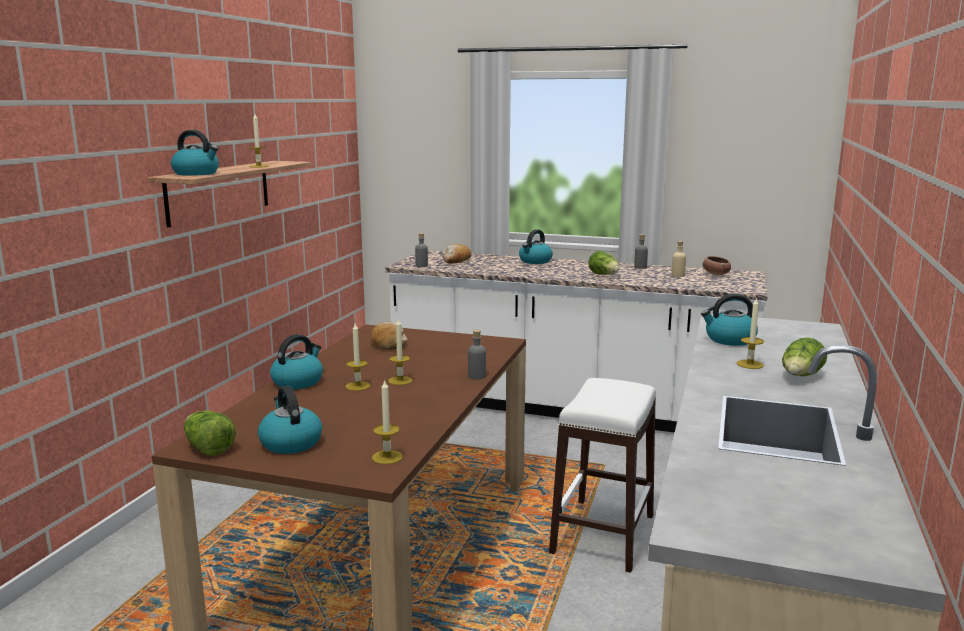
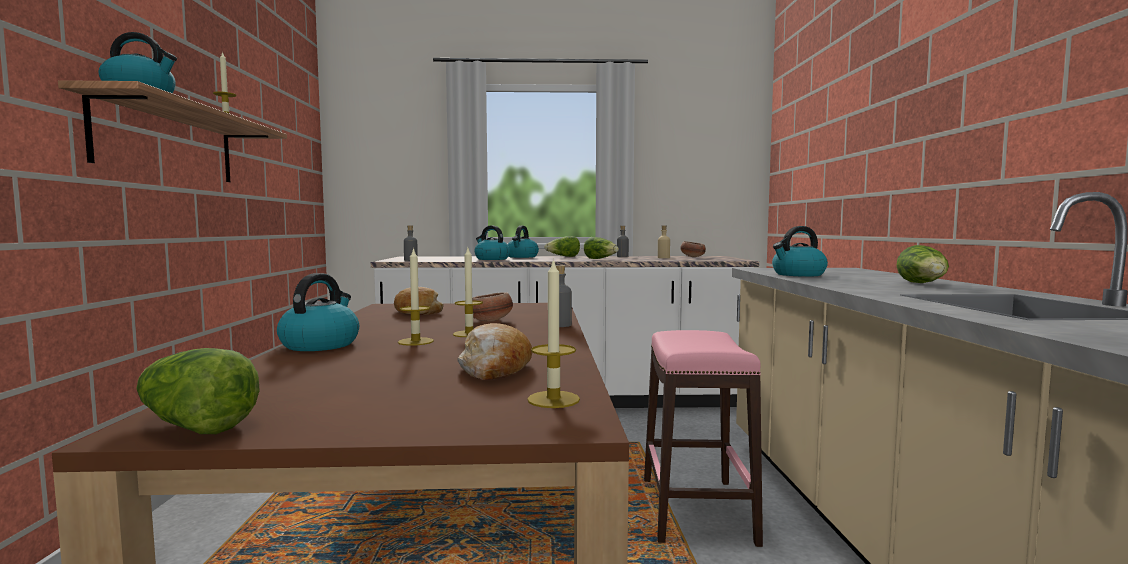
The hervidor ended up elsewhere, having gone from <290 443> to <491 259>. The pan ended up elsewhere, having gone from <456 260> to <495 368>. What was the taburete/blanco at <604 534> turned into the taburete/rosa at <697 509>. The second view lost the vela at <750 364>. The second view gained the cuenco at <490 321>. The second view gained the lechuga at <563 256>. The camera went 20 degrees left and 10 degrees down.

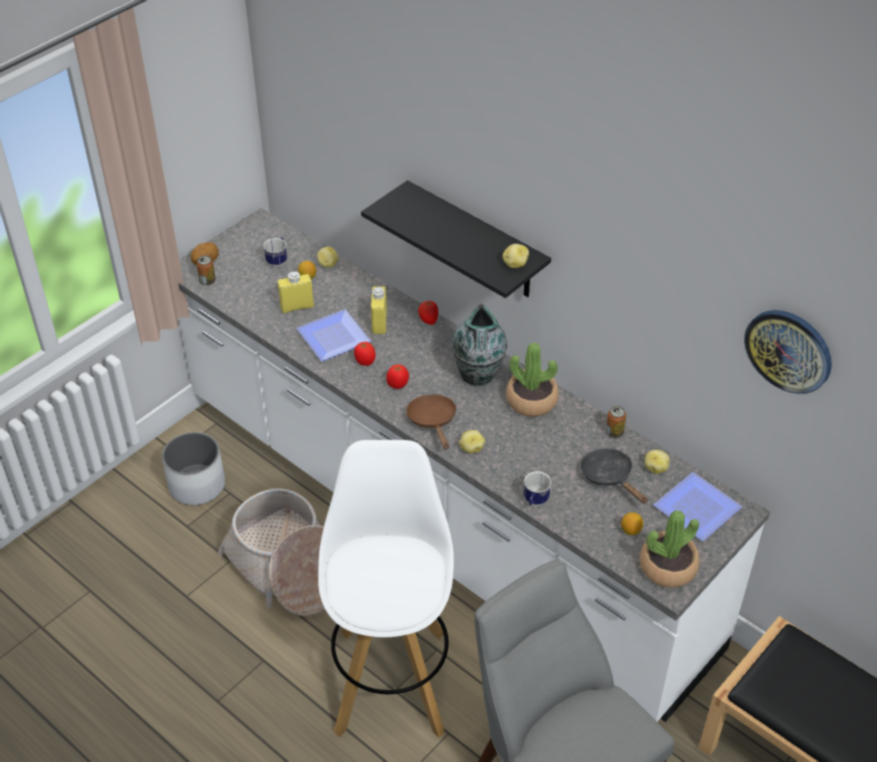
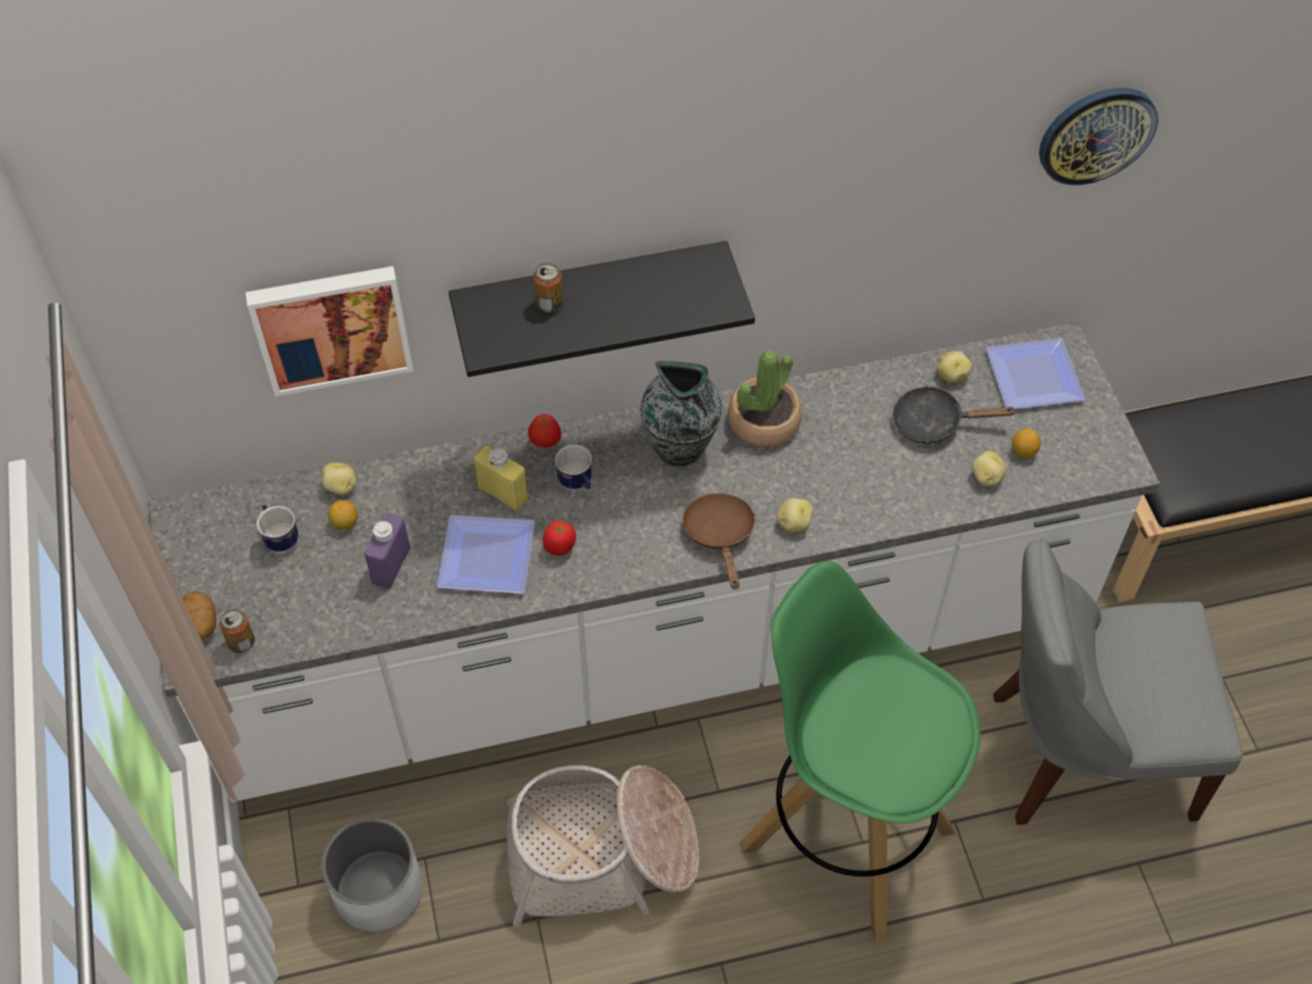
What was the botella/amarillo at <297 306> turned into the botella/morado at <391 565>. What was the taburete/blanco at <391 679> turned into the taburete/verde at <844 836>. The second view lost the tomate at <398 385>. The sartén/marrón at <433 421> ended up facing another way, 60 degrees clockwise from before. The patata ended up elsewhere, having gone from <515 264> to <986 478>. The taza grande ended up elsewhere, having gone from <534 502> to <577 484>. The lata ended up elsewhere, having gone from <614 432> to <549 304>. The second view lost the planta en maceta at <667 567>. The second view gained the cuadro at <331 326>. The camera went 55 degrees left and 10 degrees up.

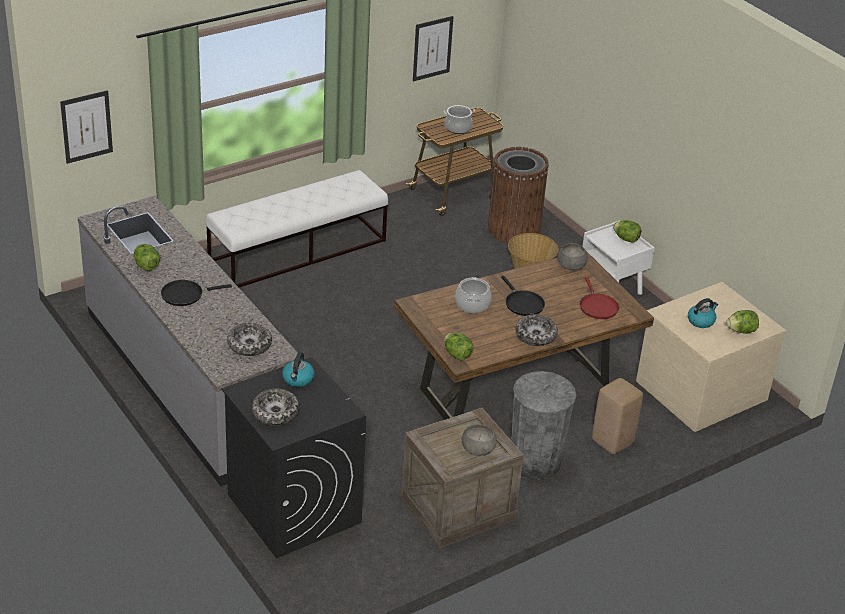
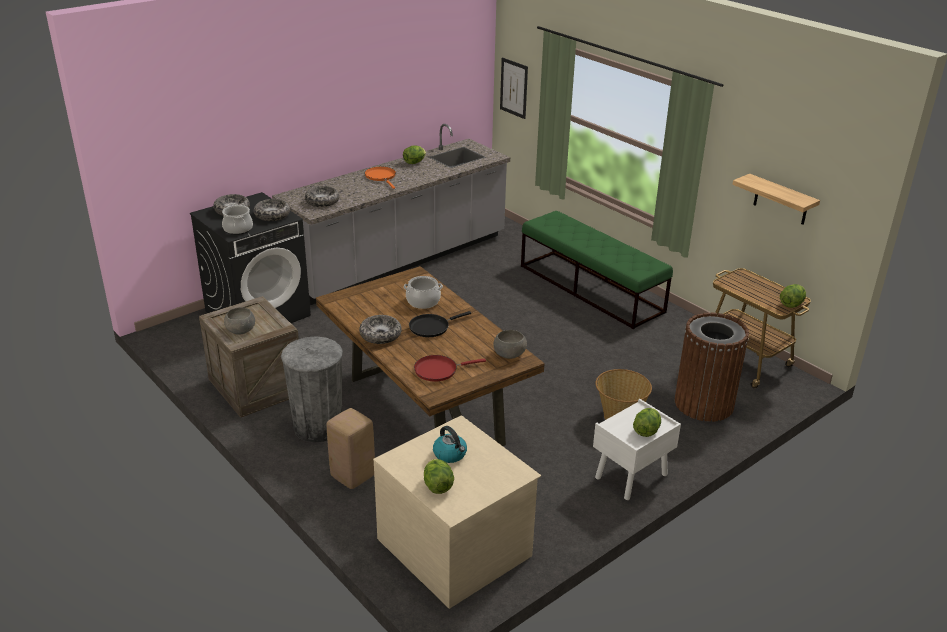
What was the sartén/negro at <185 295> turned into the sartén/naranja at <381 177>. What was the banco/blanco at <298 251> turned into the banco/verde at <591 289>. Where the hervidor stood at <298 379>, the cuenco came to stand at <272 215>. Where the cuadro hung at <432 48>, the estante came to hang at <781 200>. The olla ended up elsewhere, having gone from <458 128> to <238 229>. The lechuga ended up elsewhere, having gone from <457 355> to <791 304>. The camera went 85 degrees right and 5 degrees down.

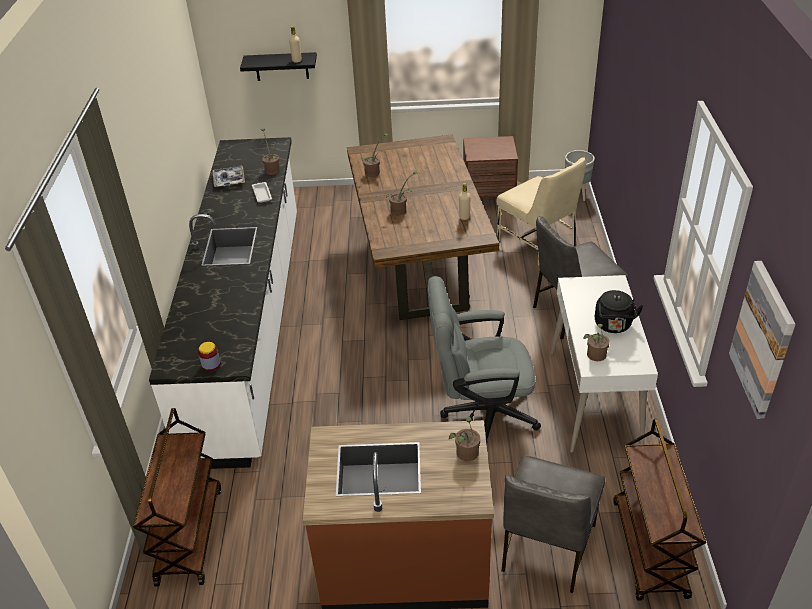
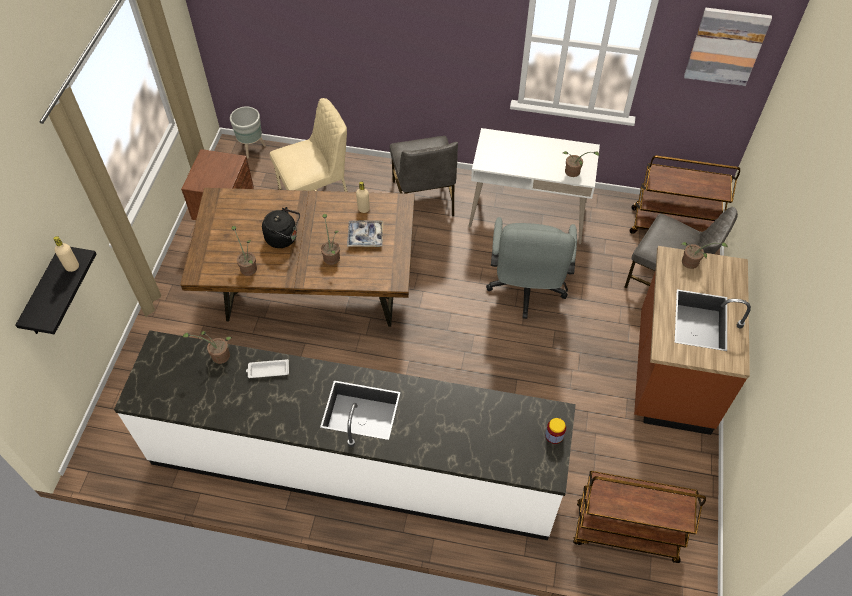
The bandeja ended up elsewhere, having gone from <229 180> to <365 236>. The hervidor/negro ended up elsewhere, having gone from <613 326> to <284 238>. The camera went 80 degrees left and 15 degrees up.

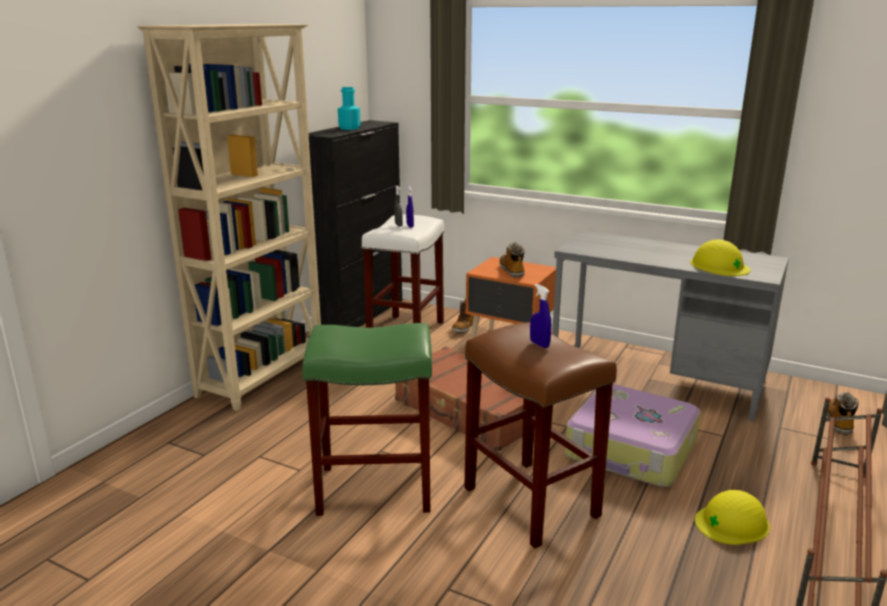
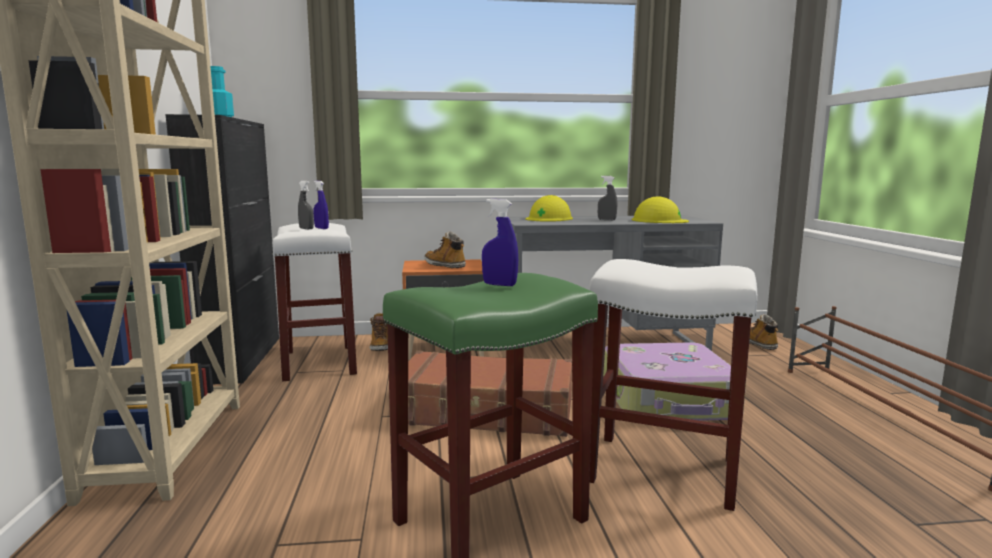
What was the taburete/marrón at <532 502> turned into the taburete/blanco at <665 470>. The pulverizador/azul ended up elsewhere, having gone from <539 344> to <499 284>. The casco/amarillo ended up elsewhere, having gone from <732 523> to <549 218>. The second view gained the pulverizador/gris at <606 220>. The camera went 35 degrees left and 10 degrees down.

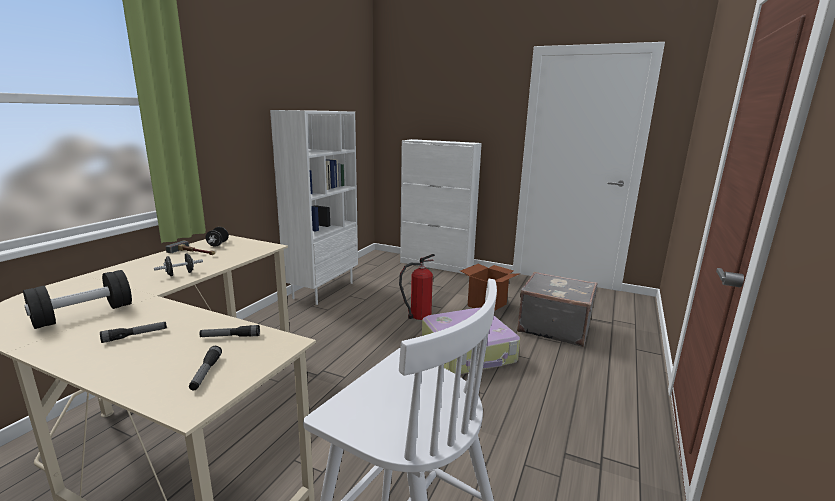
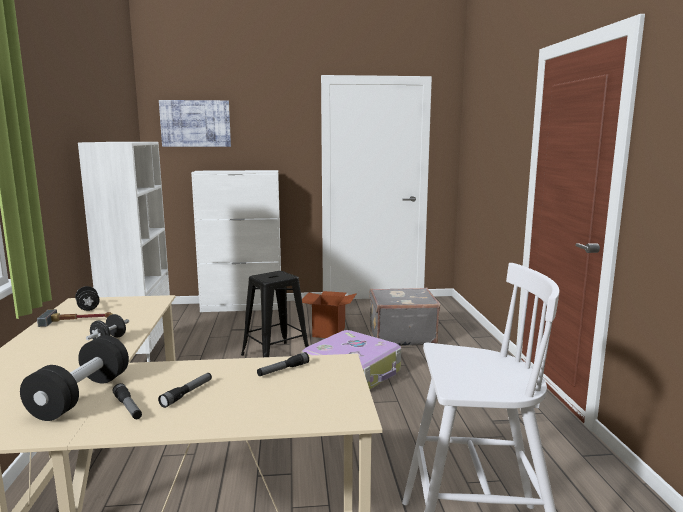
The linterna ended up elsewhere, having gone from <206 373> to <128 407>. Where the extintor stood at <419 316>, the taburete/negro came to stand at <275 356>. The second view gained the cuadro at <195 123>. The camera went 30 degrees left and 5 degrees down.

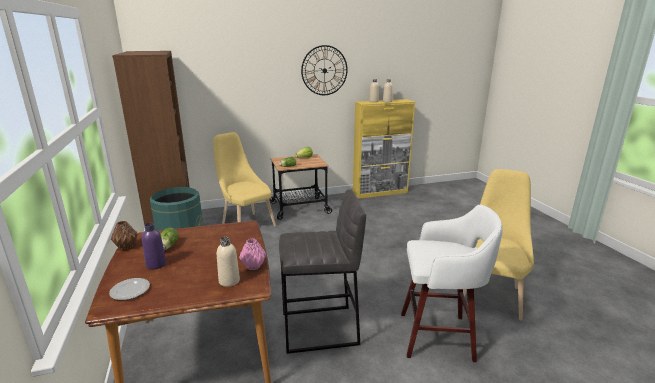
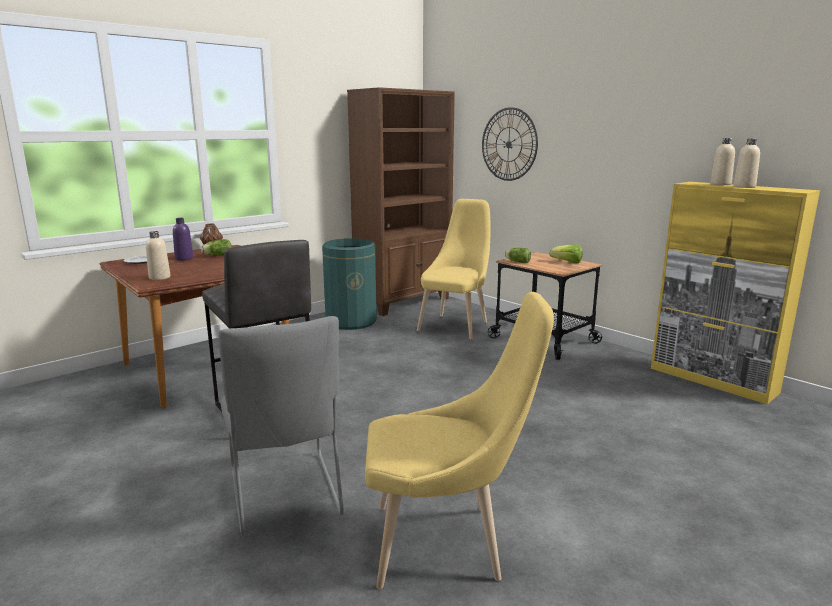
The second view lost the florero/rosa at <253 266>. The reloj de pared ended up elsewhere, having gone from <324 70> to <509 144>. Where the taburete/blanco stood at <439 336>, the silla/gris came to stand at <286 497>. The camera went 65 degrees right and 5 degrees down.

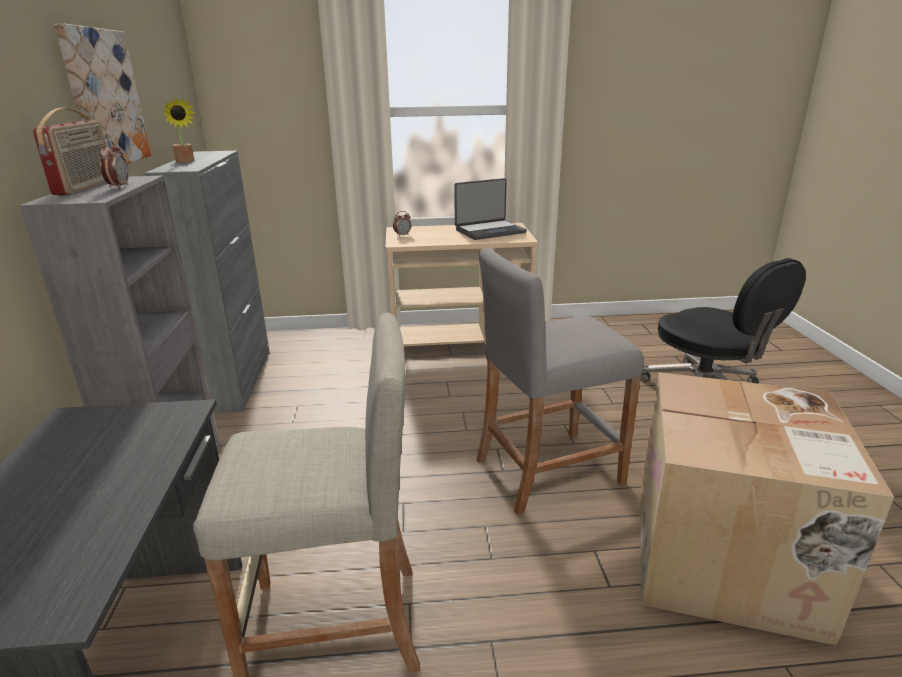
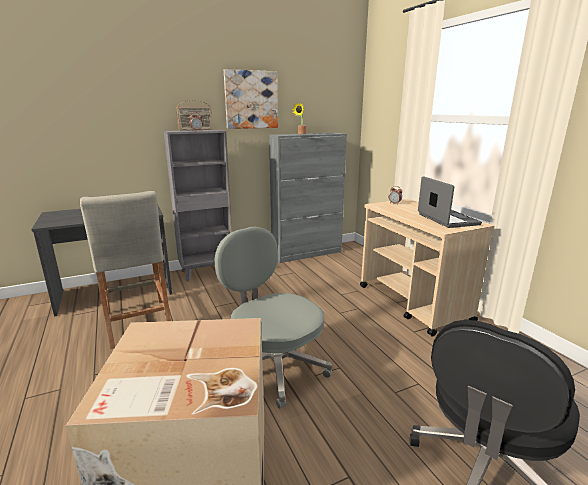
The portátil at <489 231> ended up facing another way, 150 degrees counterclockwise from before. Where the taburete/gris stood at <548 470>, the silla de oficina/gris came to stand at <274 367>. The camera went 70 degrees right and 5 degrees down.

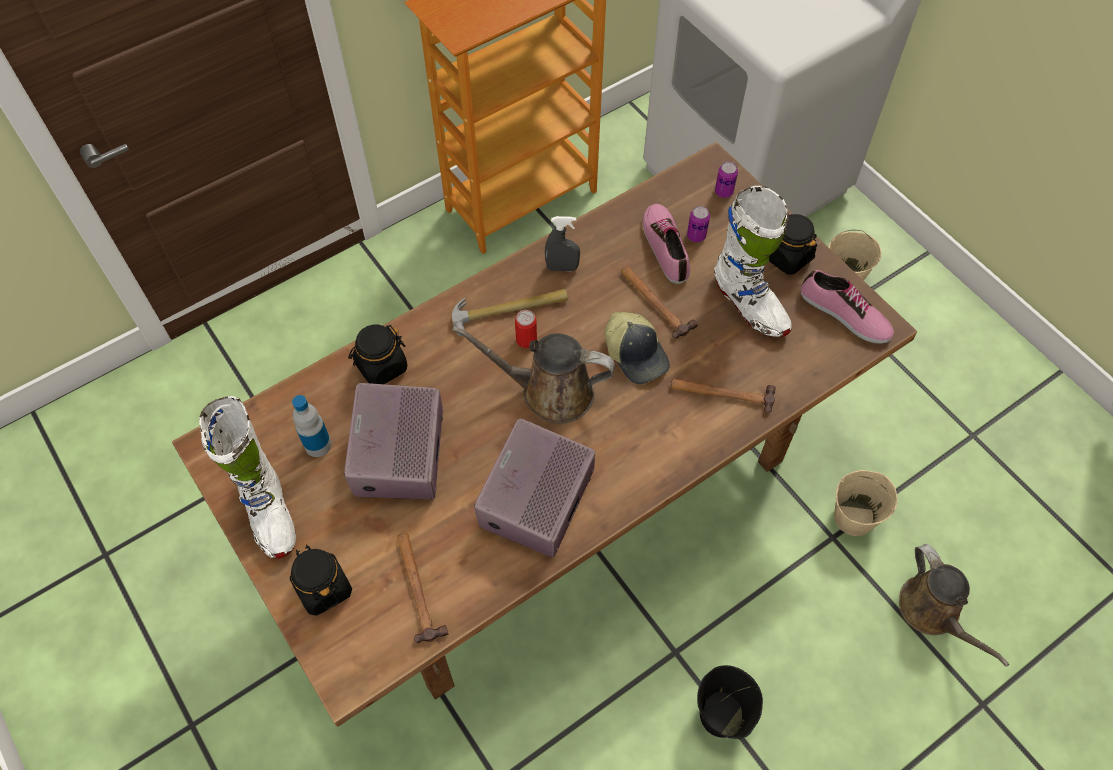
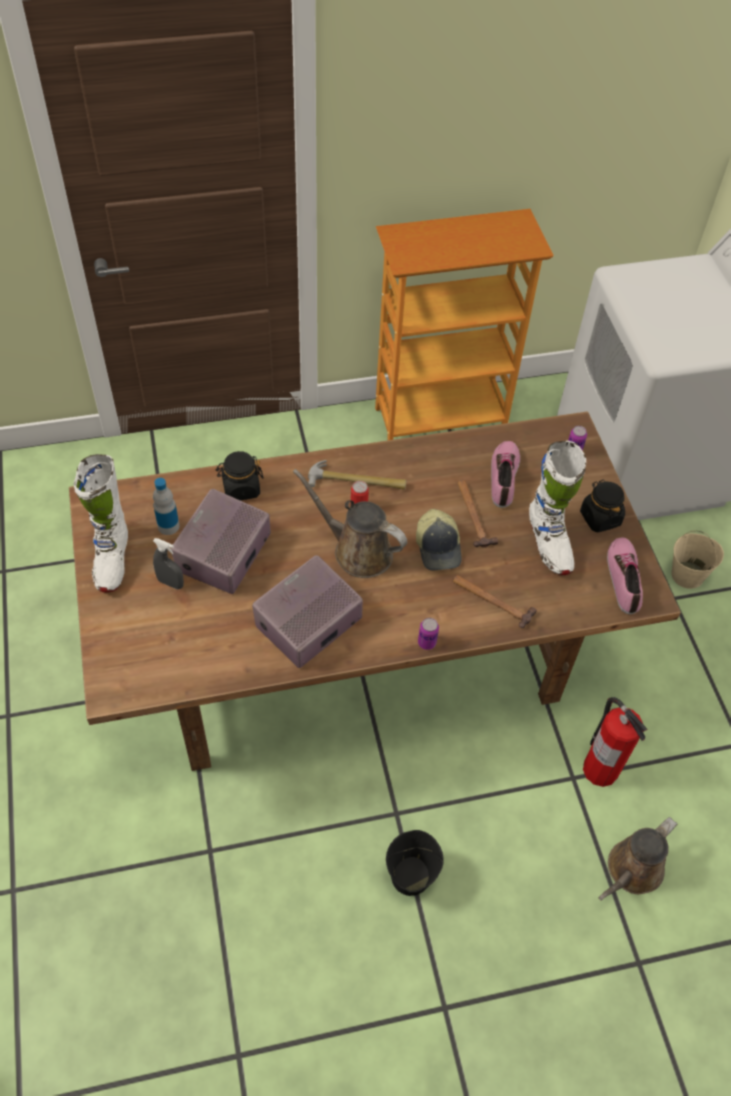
The second view lost the tarro/negro at <323 588>. The second view lost the martillo at <418 588>. The pulverizador/gris ended up elsewhere, having gone from <562 268> to <170 583>. The lata ended up elsewhere, having gone from <696 236> to <427 642>. The zapato at <844 315> ended up facing another way, 150 degrees counterclockwise from before. Where the cubo/beis stood at <854 517>, the extintor came to stand at <600 769>. The regadera/marrón at <933 612> ended up facing another way, 45 degrees clockwise from before. The camera went 20 degrees right and 5 degrees down.

